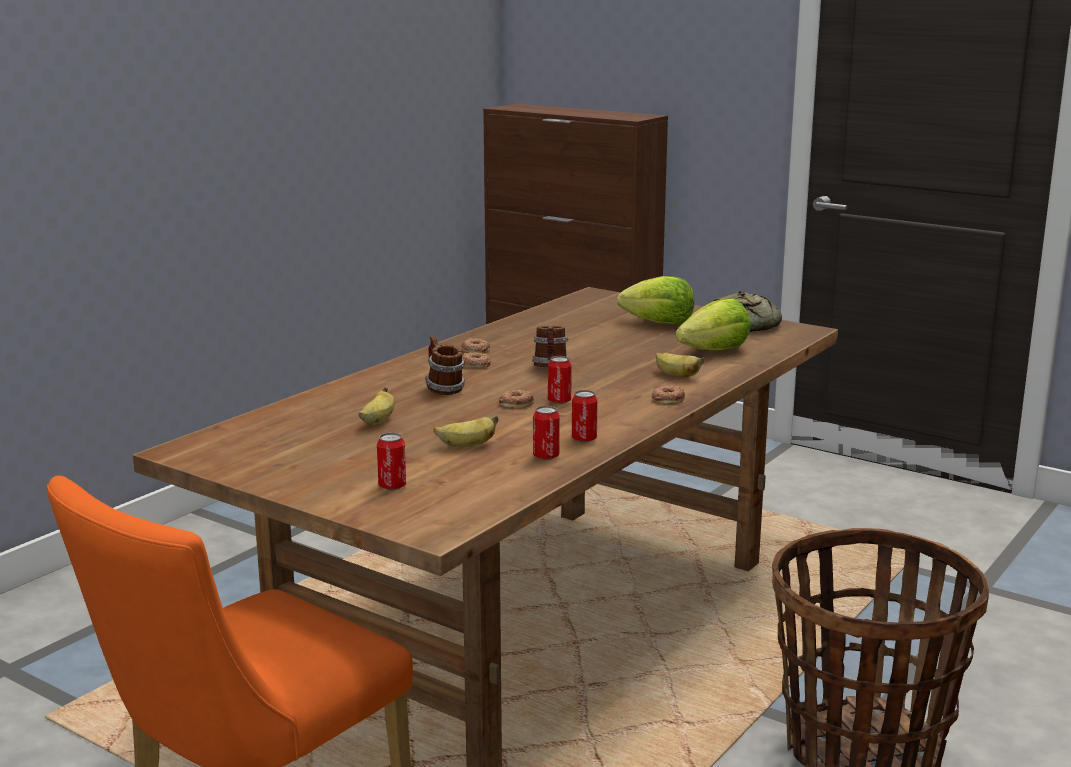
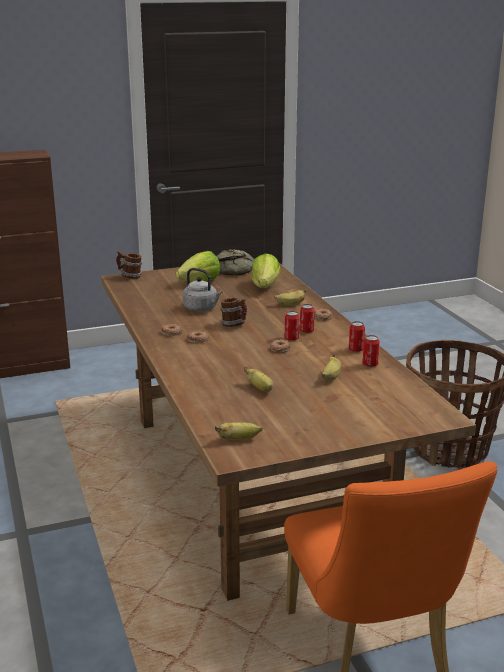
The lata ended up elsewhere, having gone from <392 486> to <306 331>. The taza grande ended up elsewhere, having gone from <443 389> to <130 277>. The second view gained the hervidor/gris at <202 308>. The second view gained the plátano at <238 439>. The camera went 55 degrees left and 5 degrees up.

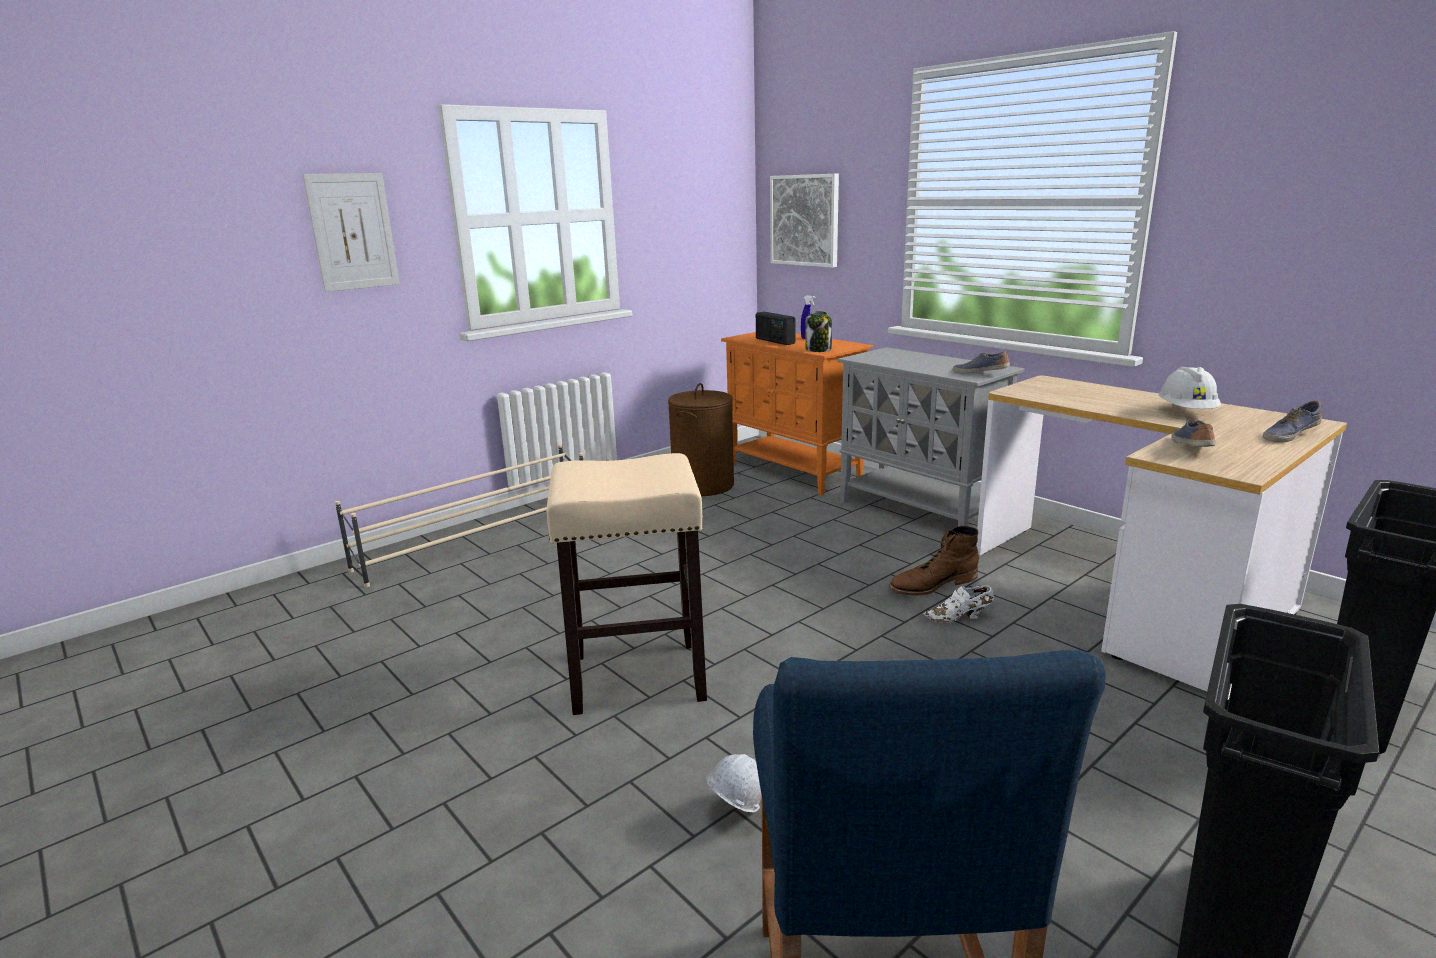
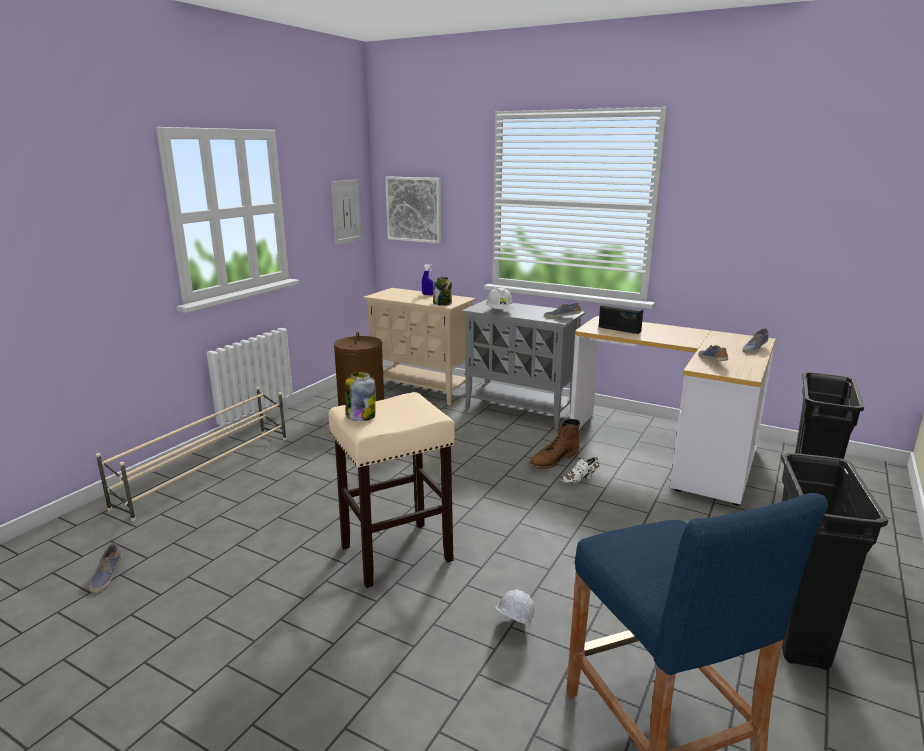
The cuadro ended up elsewhere, having gone from <352 232> to <346 211>. What was the armario/naranja at <795 472> turned into the armario/beis at <422 389>. The radio ended up elsewhere, having gone from <774 341> to <619 329>. The casco/blanco ended up elsewhere, having gone from <1186 412> to <500 311>. The second view gained the zapato at <106 576>. The second view gained the tarro at <360 416>. The camera went 20 degrees left and 0 degrees up.

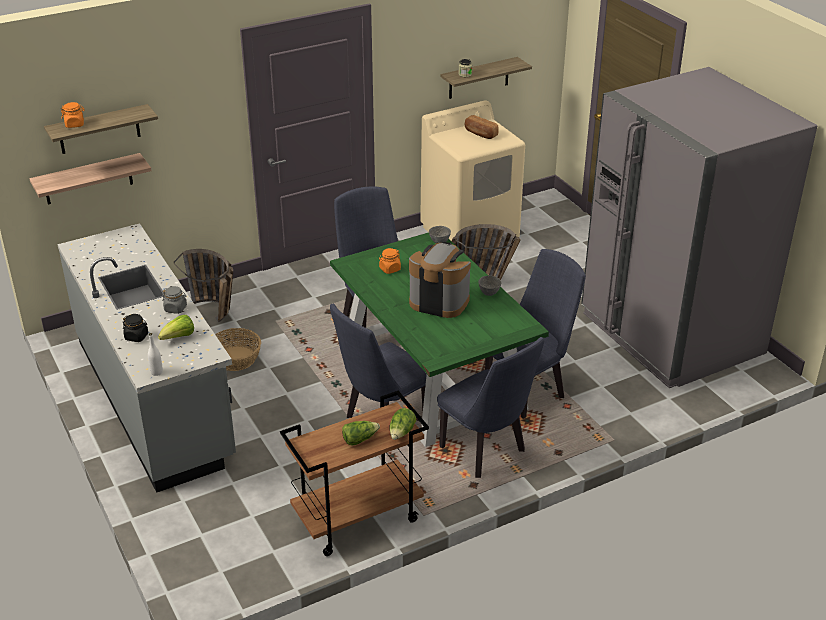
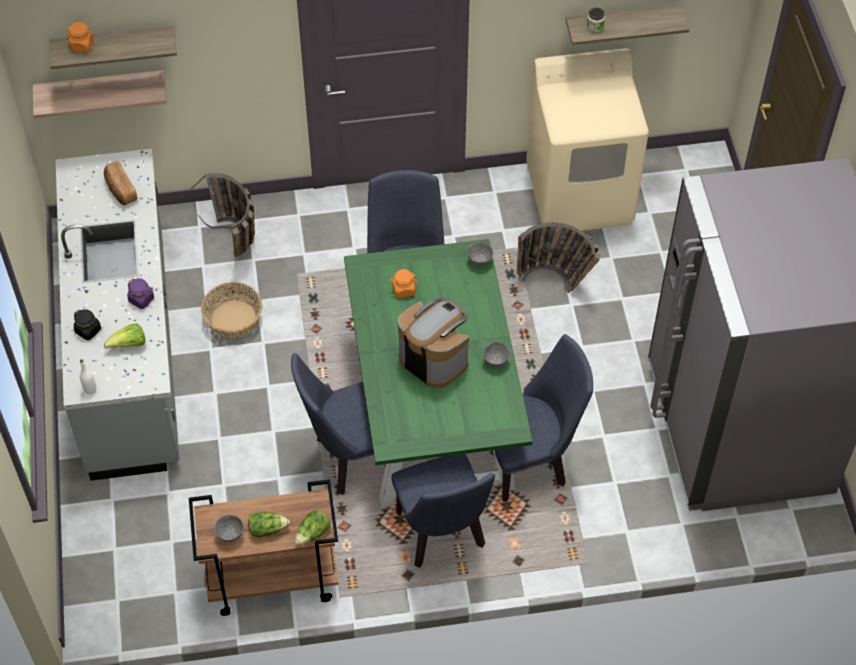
What was the tarro/gris at <175 308> turned into the tarro/morado at <141 299>. The pan ended up elsewhere, having gone from <480 134> to <120 190>. The second view gained the cuenco/gris at <230 536>. The camera went 20 degrees right and 20 degrees up.

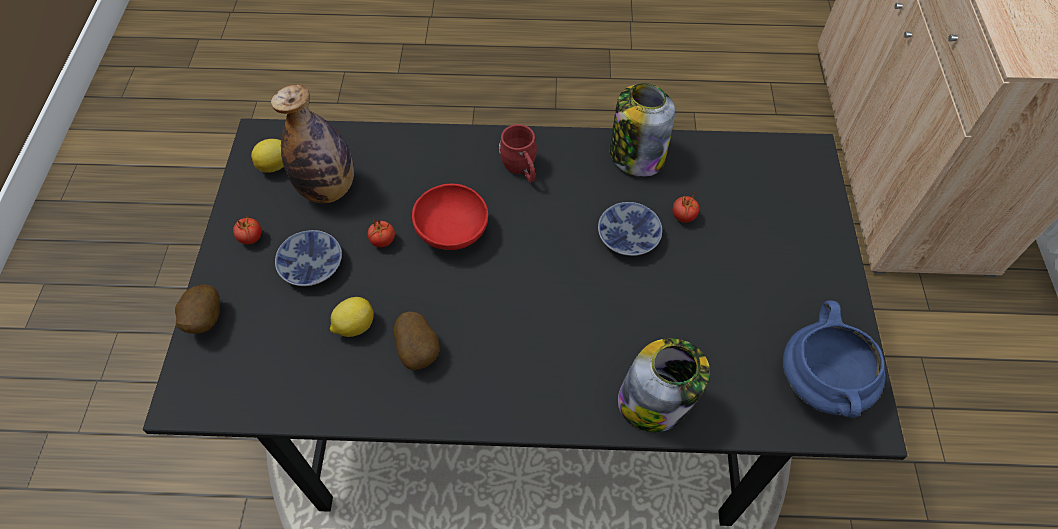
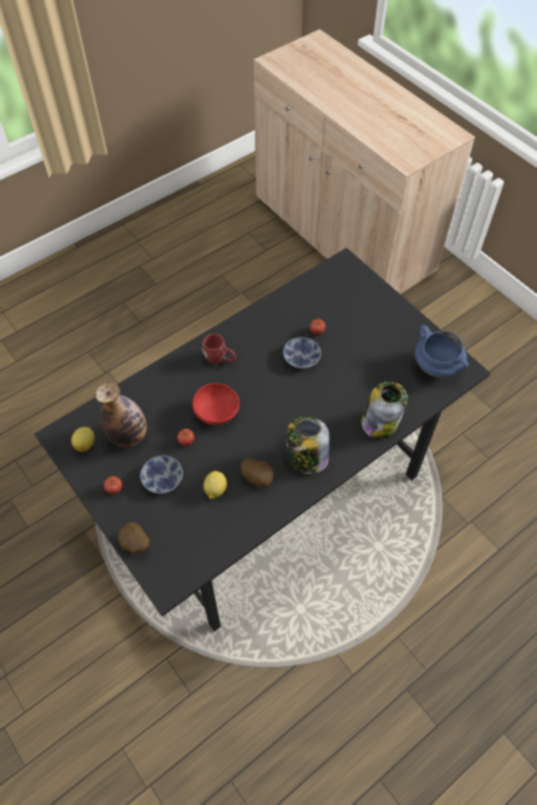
The tarro ended up elsewhere, having gone from <636 155> to <306 458>. The camera went 40 degrees left and 0 degrees up.

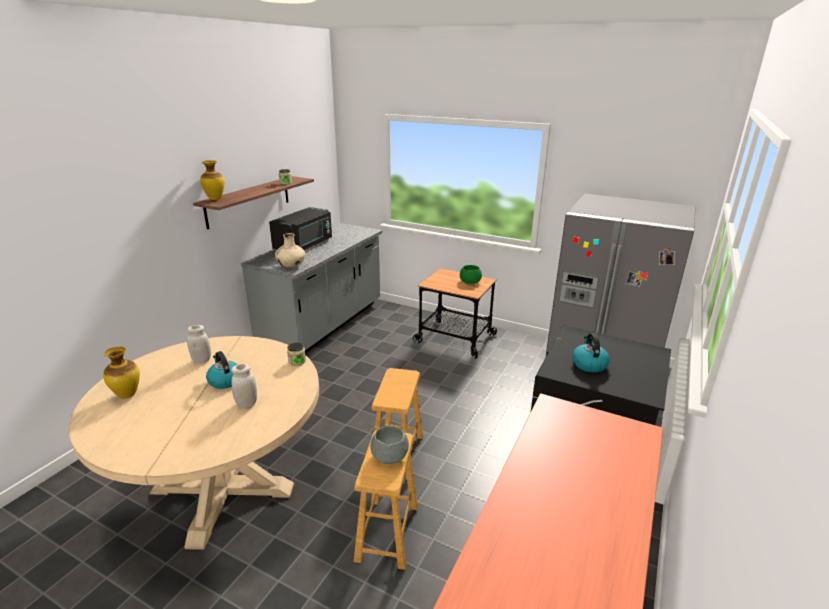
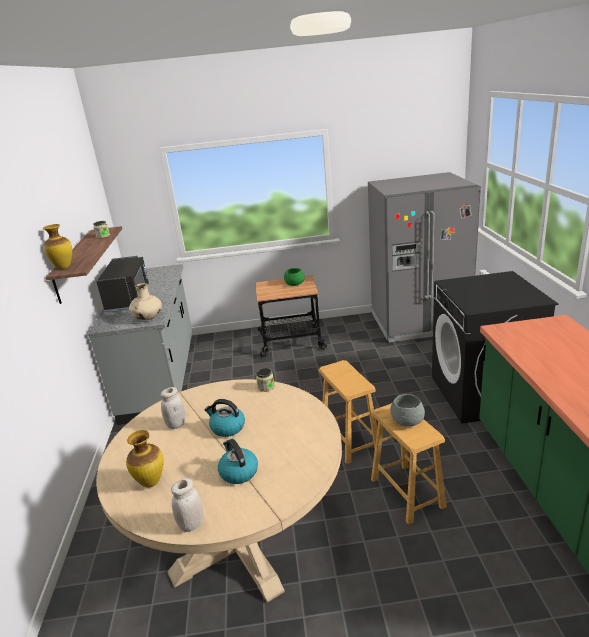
The tarro/blanco ended up elsewhere, having gone from <246 403> to <191 524>. The hervidor ended up elsewhere, having gone from <588 364> to <238 472>. The camera went 30 degrees left and 0 degrees up.

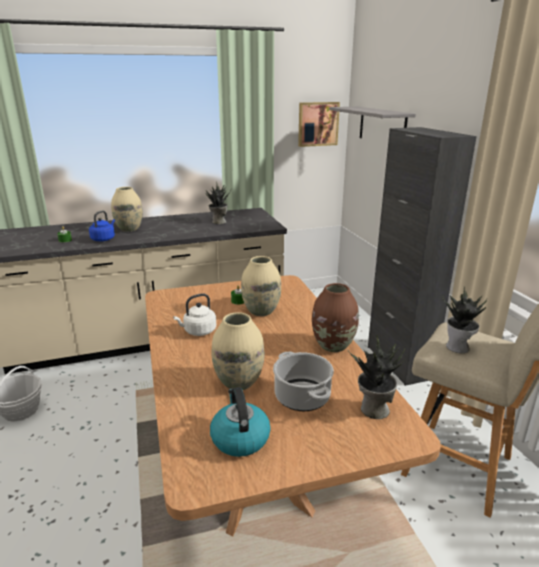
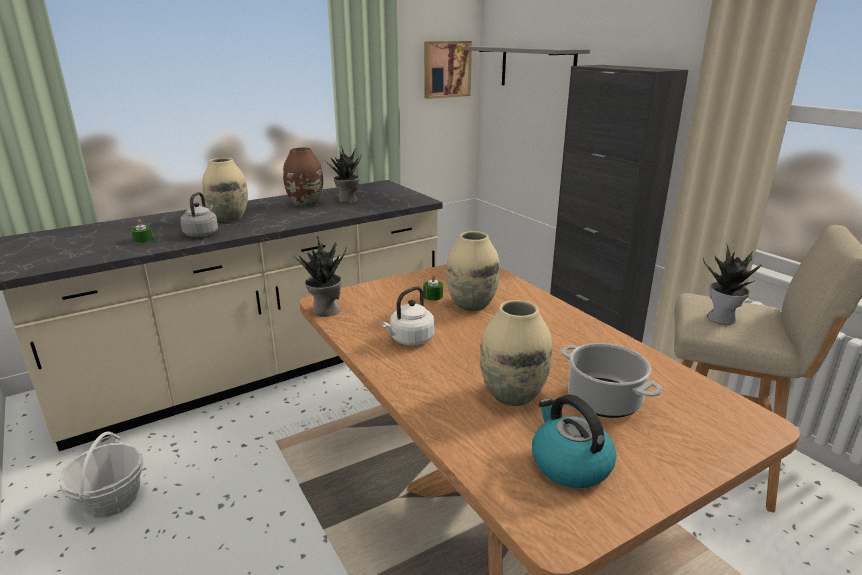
What was the hervidor/azul at <104 239> turned into the hervidor/gris at <202 233>. The florero/marrón ended up elsewhere, having gone from <333 346> to <305 203>. The planta en maceta ended up elsewhere, having gone from <373 409> to <325 310>. The camera went 15 degrees left and 0 degrees up.

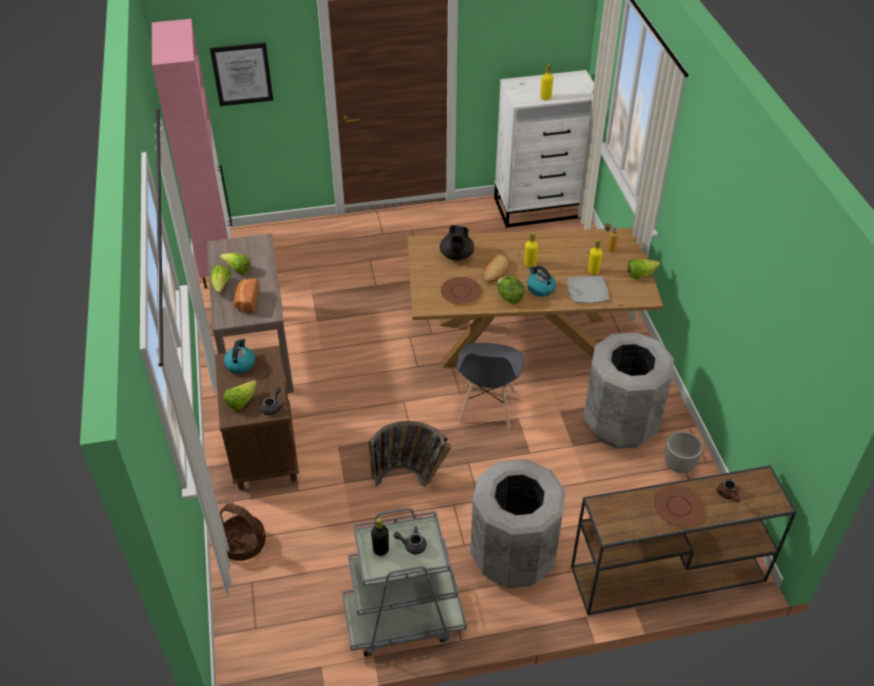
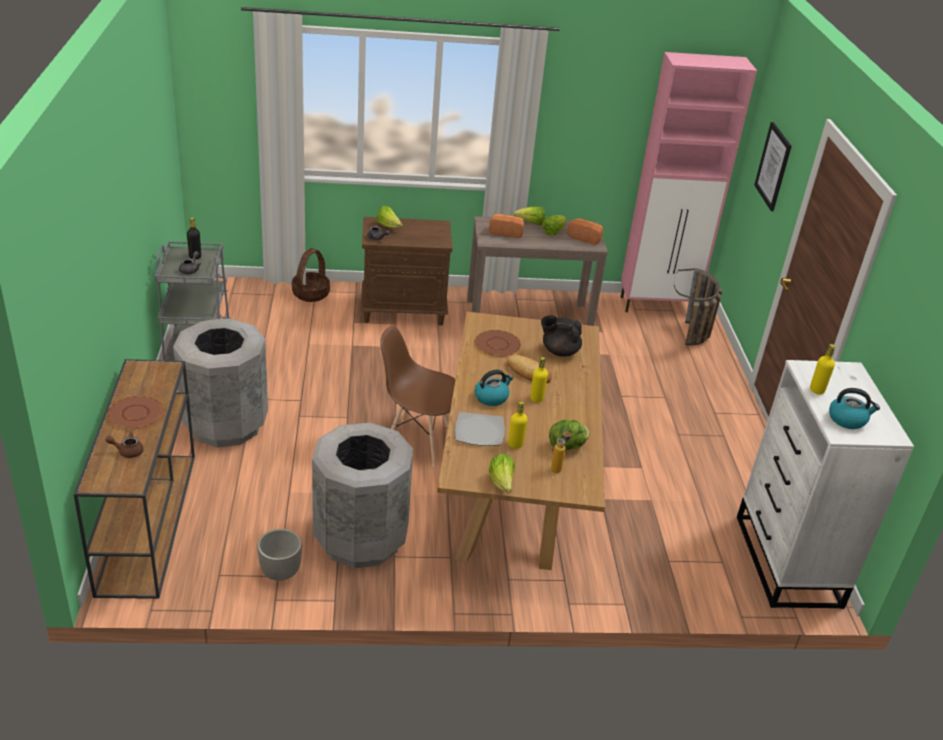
The hervidor ended up elsewhere, having gone from <240 364> to <847 419>. The cesta ended up elsewhere, having gone from <411 480> to <692 340>. What was the silla/gris at <487 407> turned into the silla/marrón at <417 442>. The lechuga ended up elsewhere, having gone from <509 297> to <567 446>. The second view gained the pan at <585 238>. The camera went 95 degrees right and 10 degrees down.

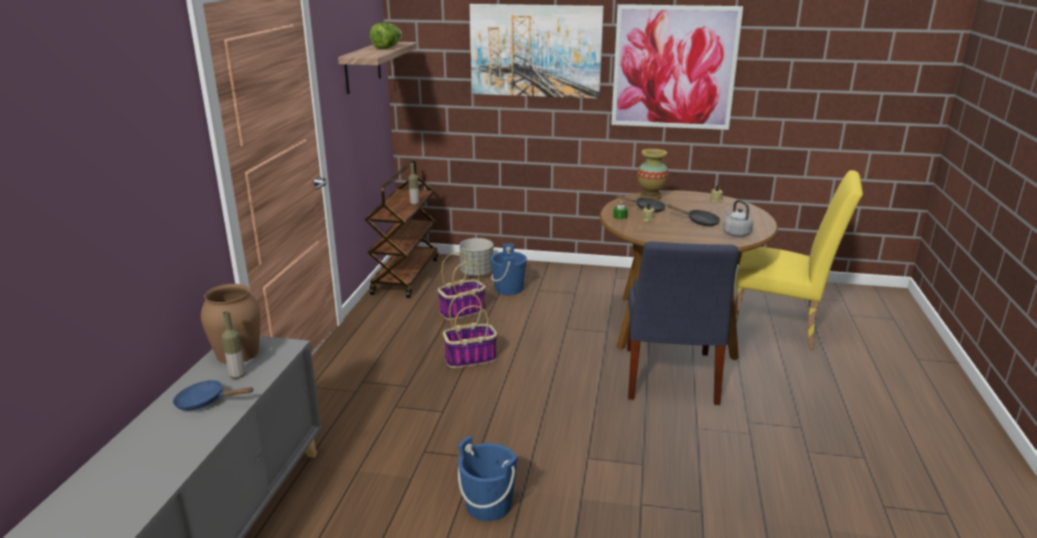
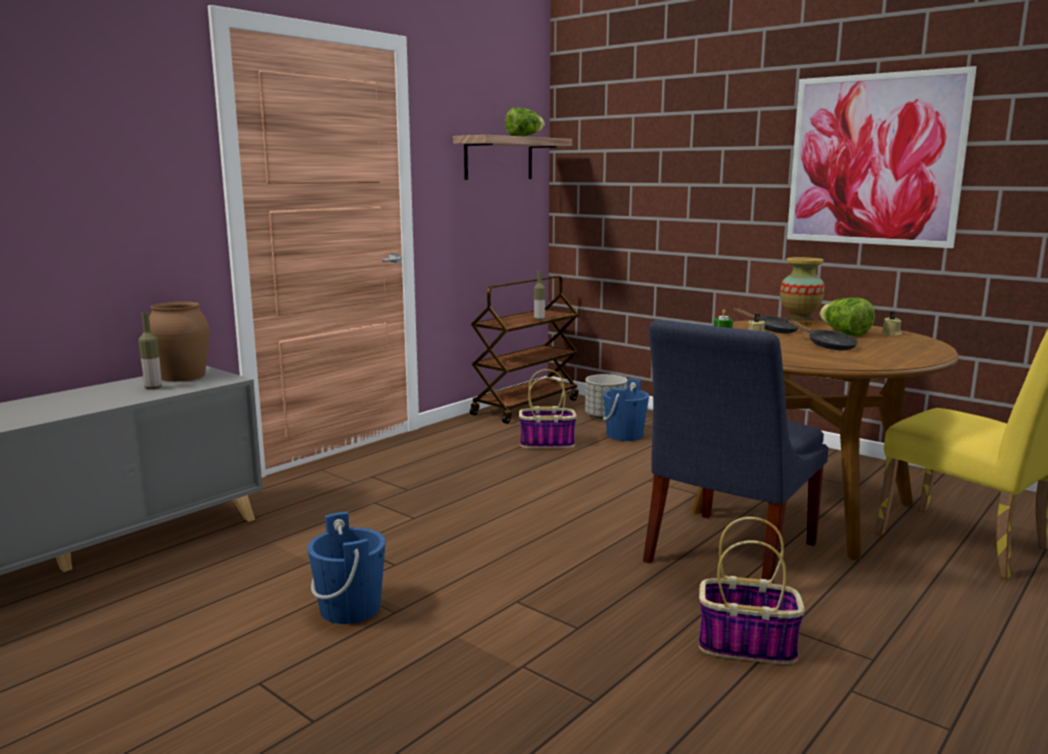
The second view lost the sartén/azul at <205 402>. The cesta ended up elsewhere, having gone from <471 358> to <748 646>. The second view lost the cuadro at <535 51>. The second view lost the hervidor/gris at <735 233>. The second view gained the lechuga at <844 333>. The camera went 30 degrees right and 10 degrees down.

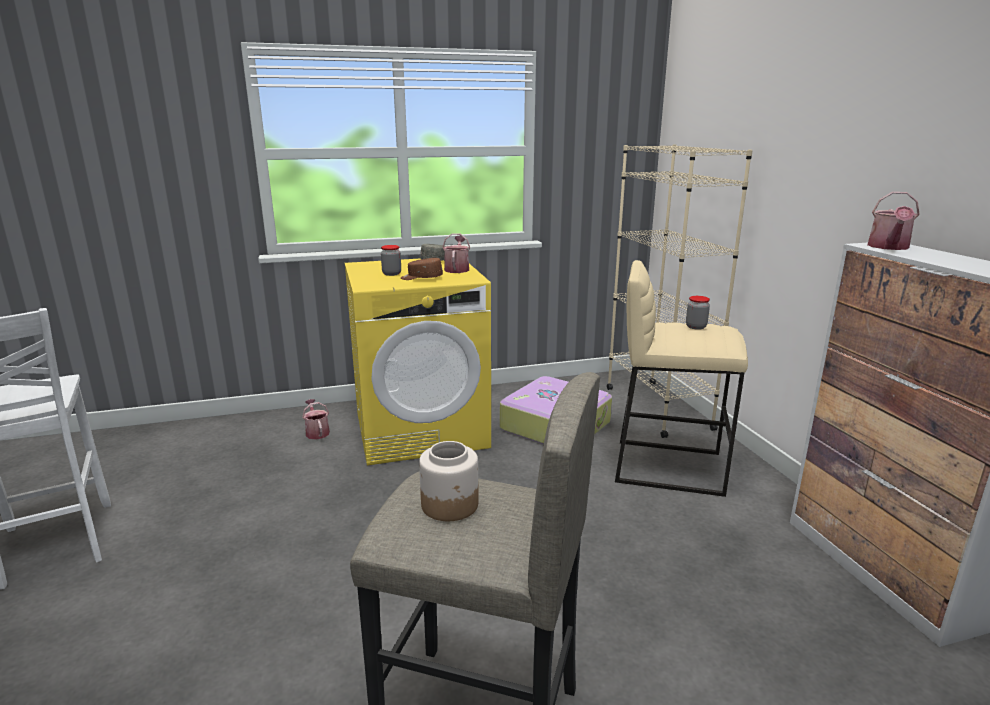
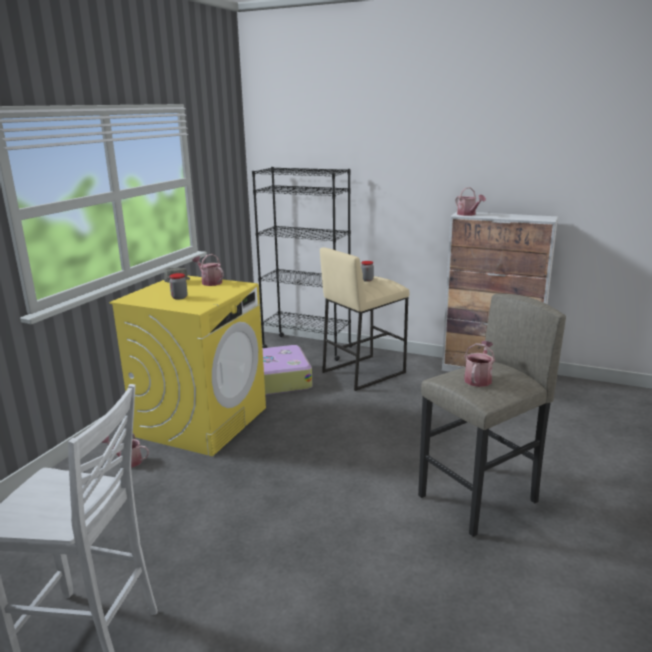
The second view lost the gorra/marrón at <421 278>. Where the tarro stood at <450 505>, the regadera came to stand at <478 379>. What was the estantería/beis at <657 407> turned into the estantería/negro at <307 347>. The camera went 50 degrees left and 0 degrees up.

